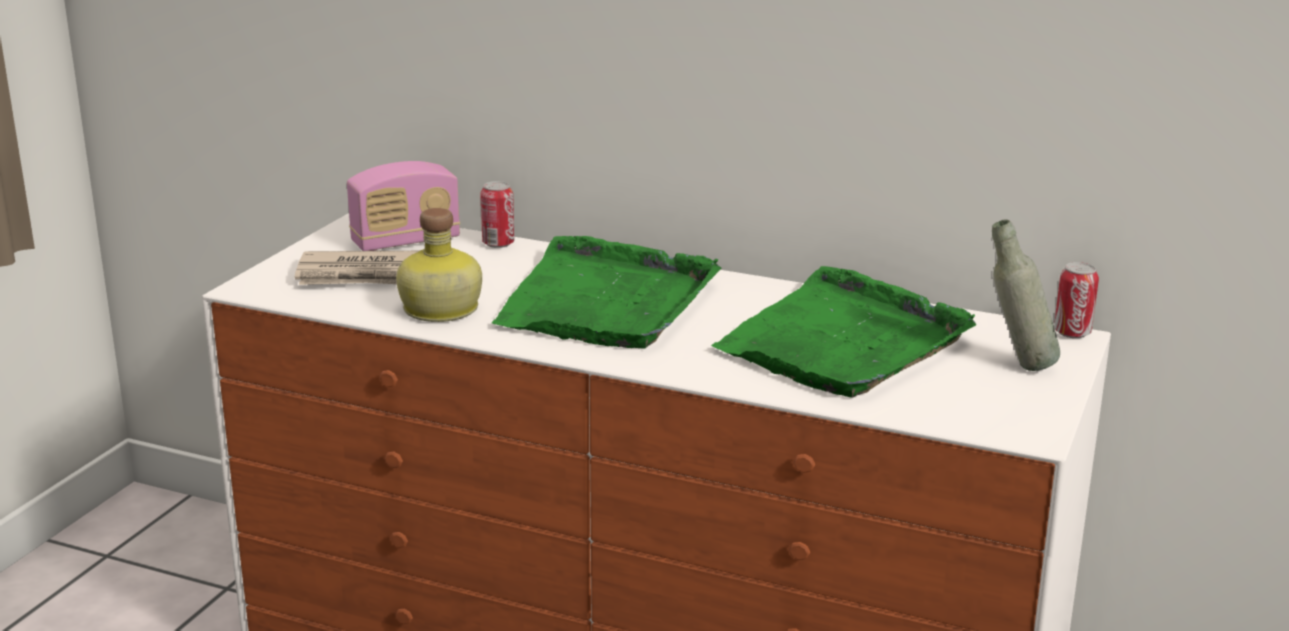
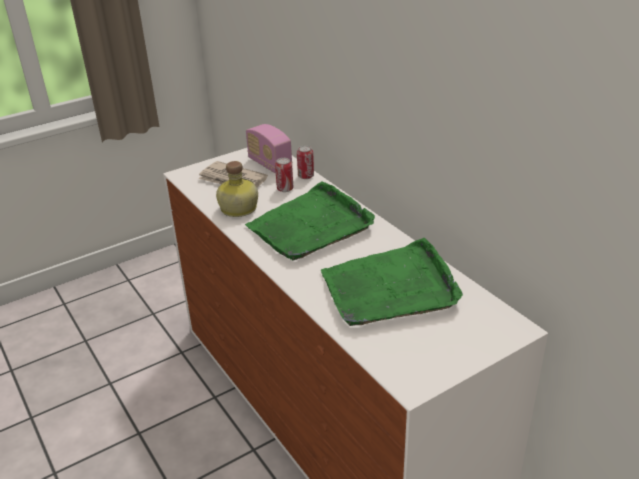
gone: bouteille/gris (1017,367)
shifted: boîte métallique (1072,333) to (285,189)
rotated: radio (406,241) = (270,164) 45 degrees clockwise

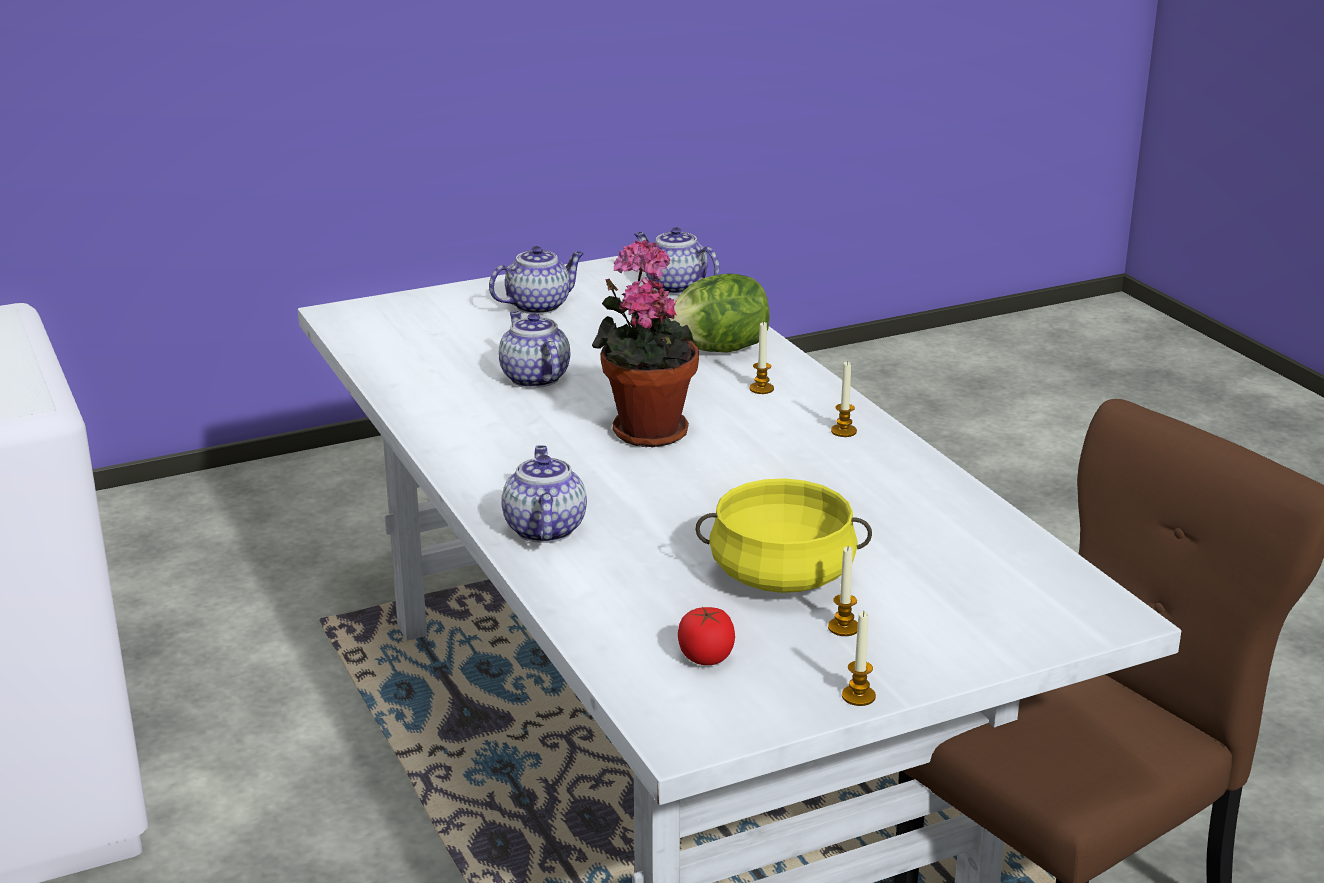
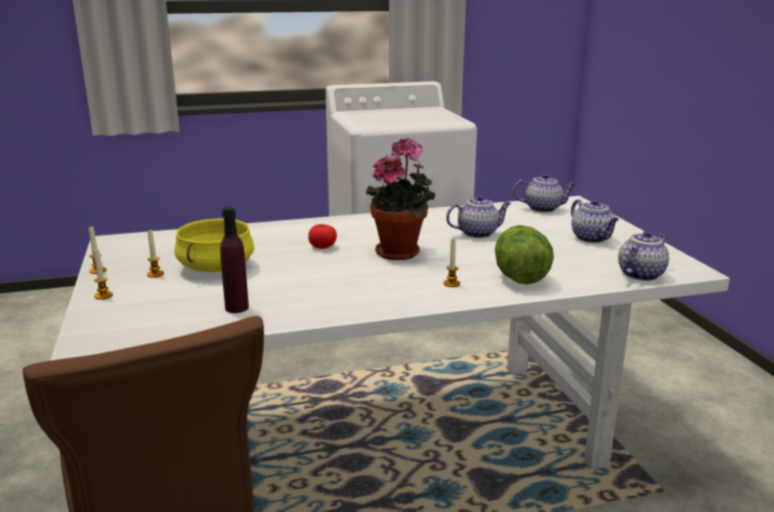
new: bouteille/violet (237,308)
shifted: théière (543,529) to (543,208); tomate (706,657) to (322,247); bougie (843,431) to (103,296)

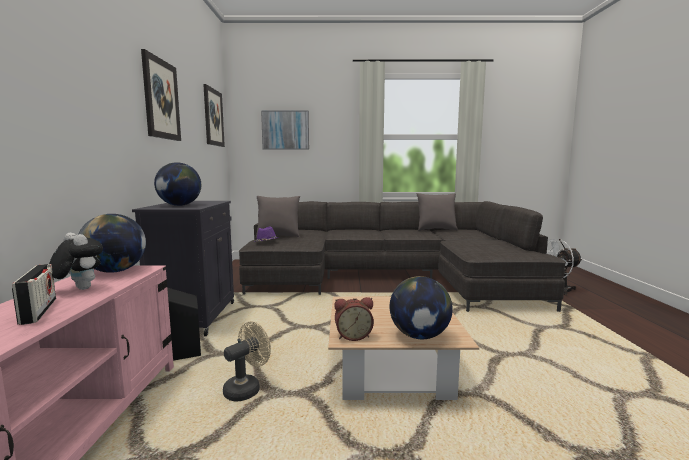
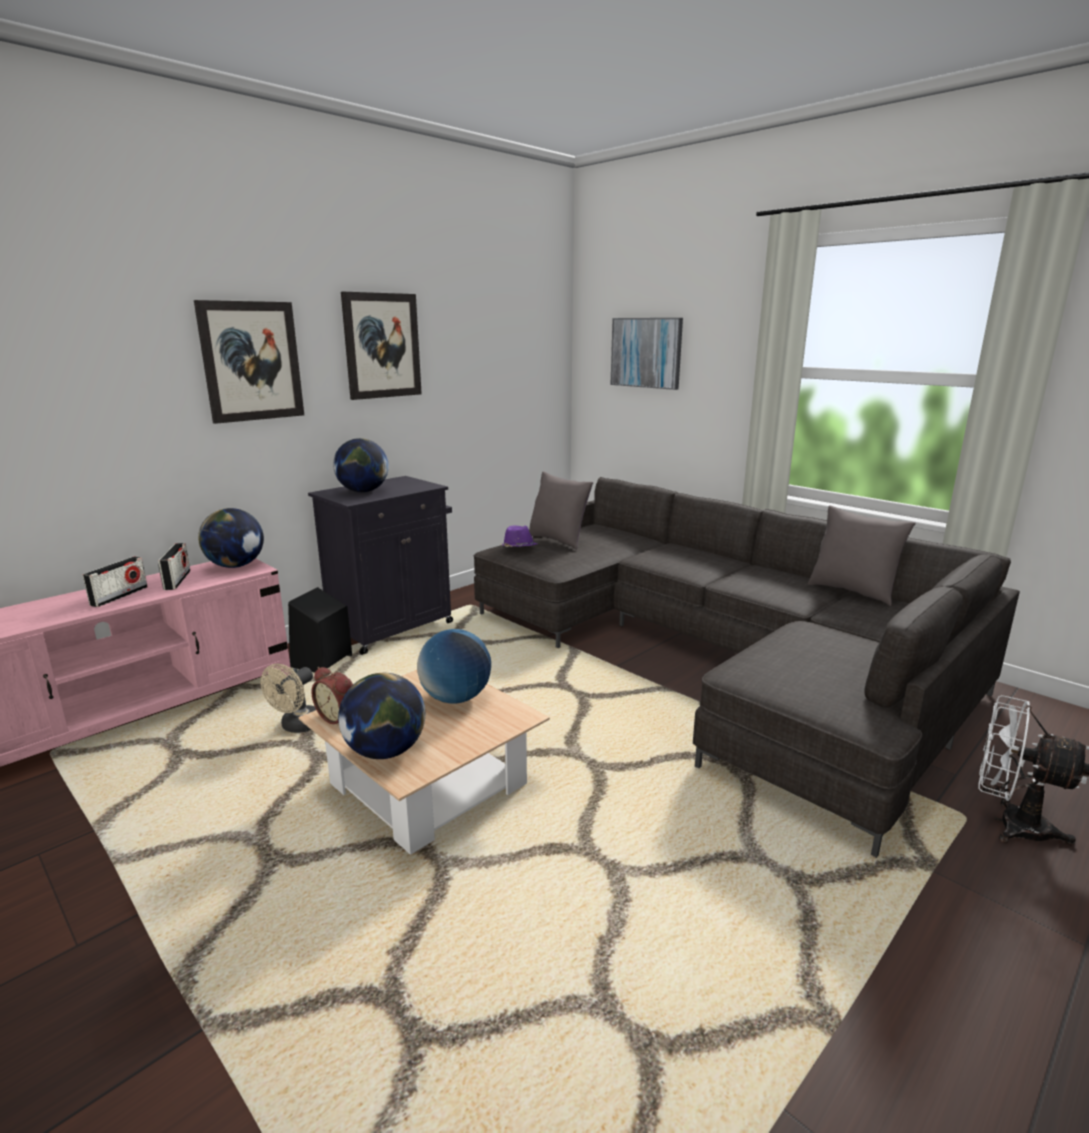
new: globe (455,698)
shifted: tableau (213,117) to (251,361)
swapped: peluche (79,289) to radio (177,580)
rotated: ventilateur/beige (247,388) = (297,727) 120 degrees clockwise

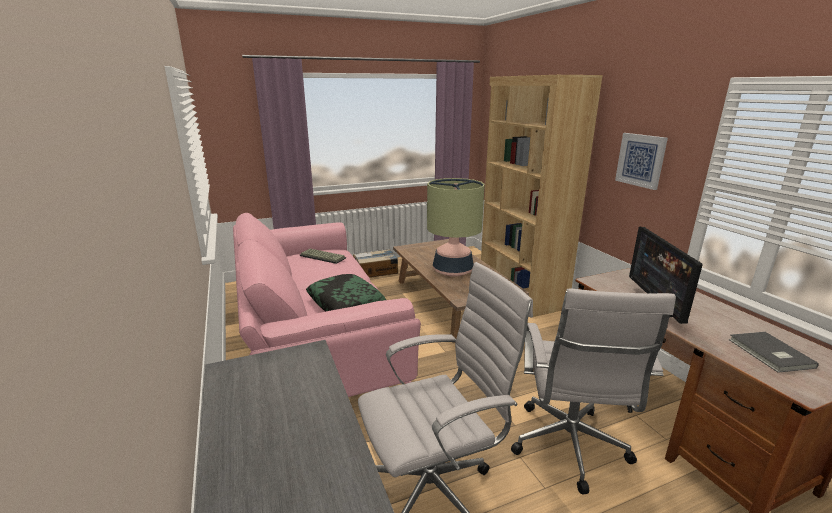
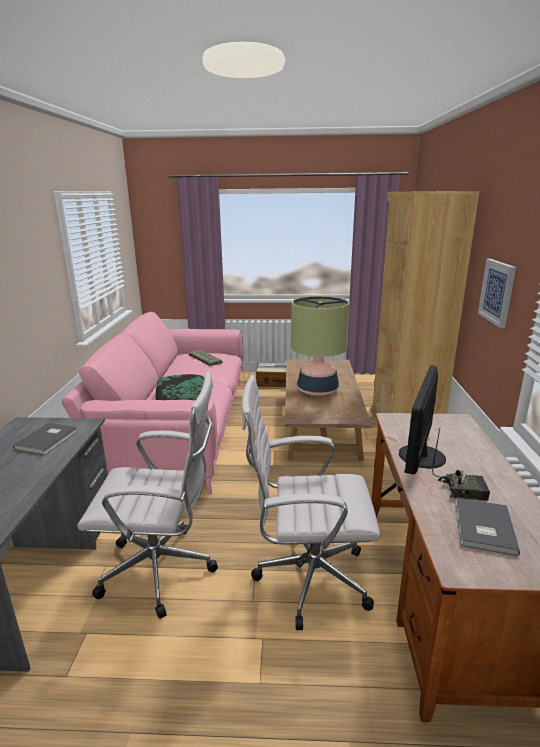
new: livre/gris (48,439); radio (463,489)
rotated: chaise de bureau/blanc (569,449) = (307,578) 60 degrees clockwise

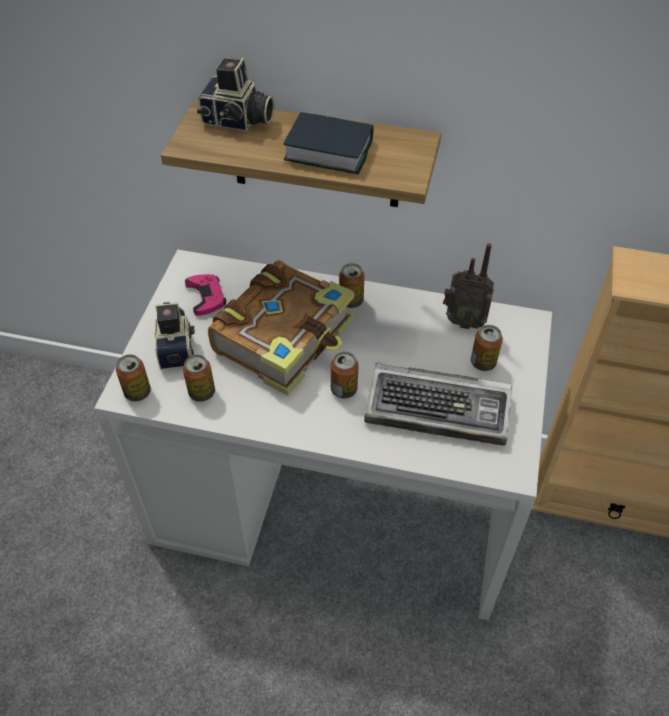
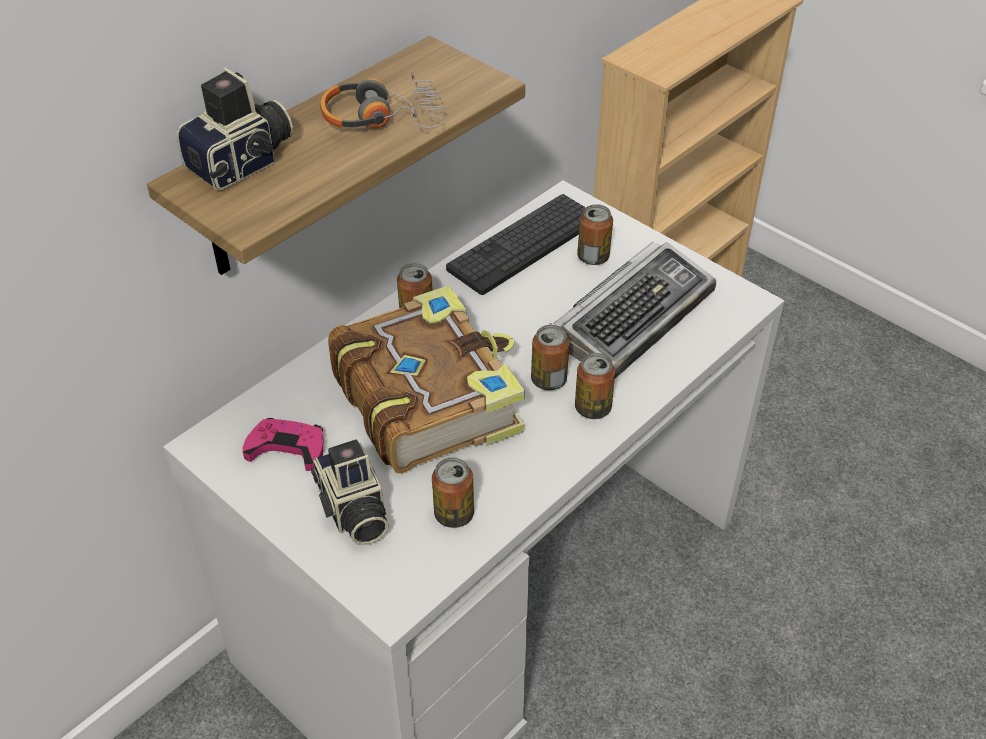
shifted: boîte métallique (137,392) to (592,408)
swapped: livre (328,150) to casque audio (382,116); radio (463,321) to clavier (524,244)
rotated: appareil photo (177,347) = (353,511) 135 degrees counterclockwise

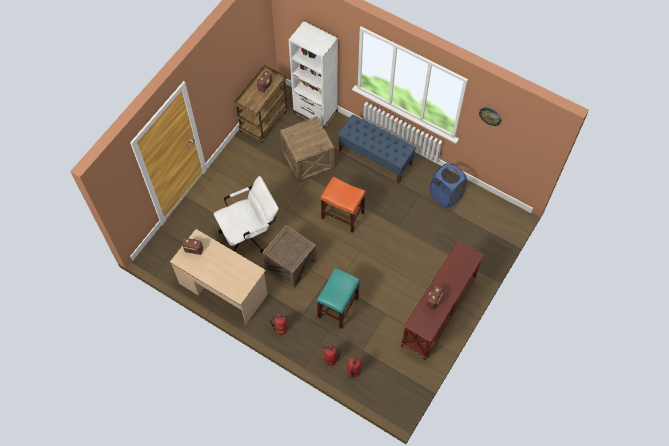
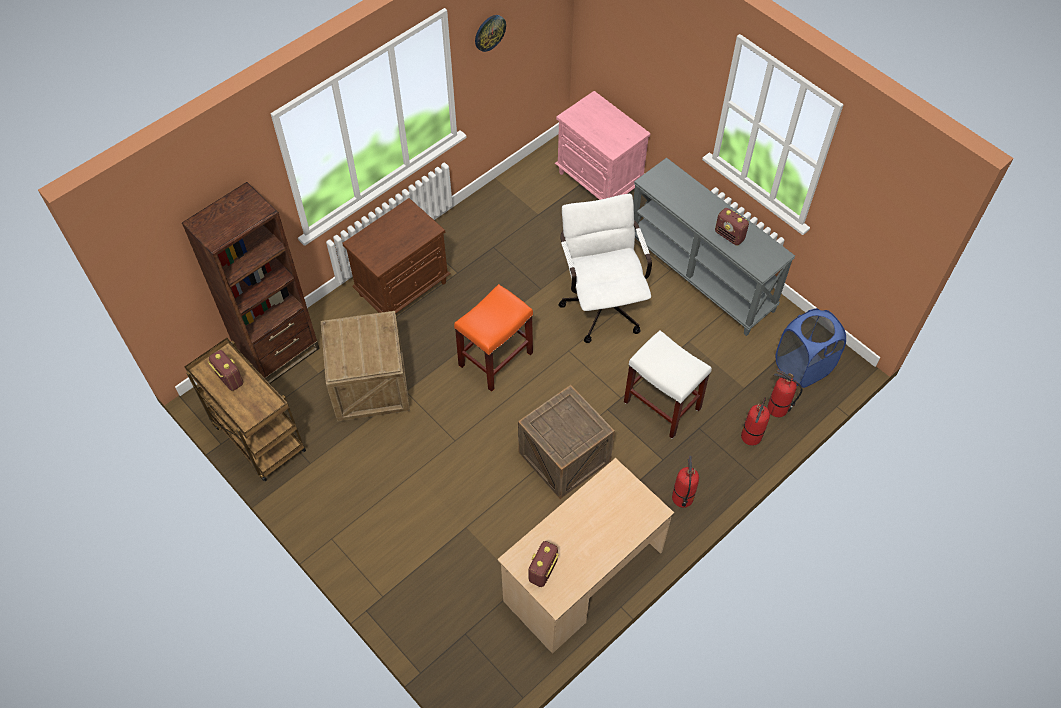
new: table de chevet/rose (599,181)
shifted: chaise de bureau/blanc (250,234) to (602,302); panier à linge/bleu (446,195) to (802,367)
swapped: banc/bleu (375,157) to table de chevet/marron (403,288)
repainted: bibliothèque/blanc (315,113) to bibliothèque/marron (279,353); tabouret/turquoise (338,308) to tabouret/blanc (663,405); table console/marron (439,312) to table console/gris (701,274)

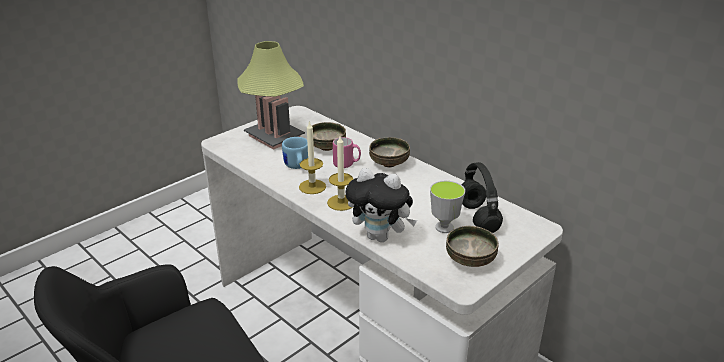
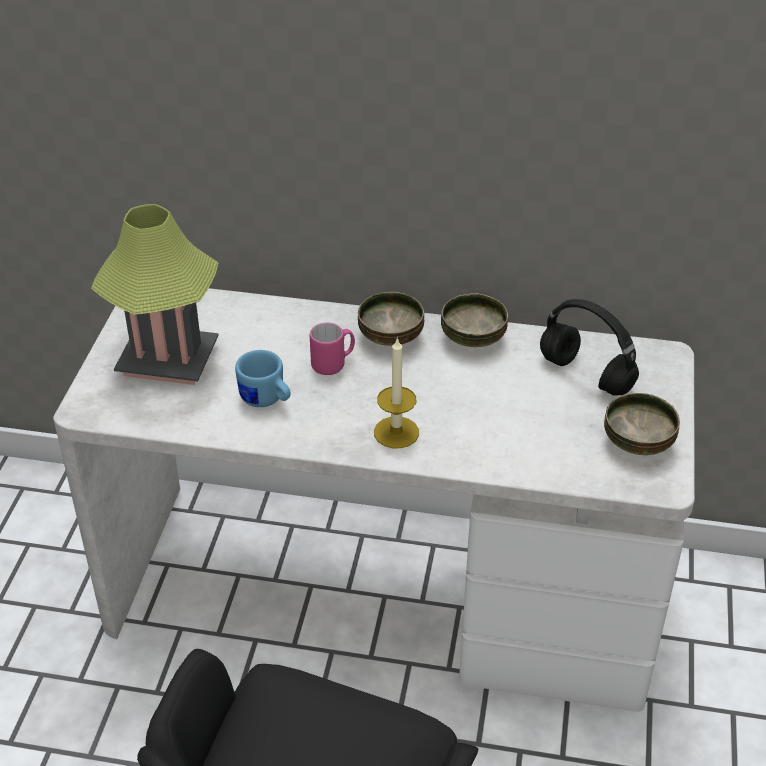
gone: bougie (312,187); peluche (381,237); tasse (444,227)
shifted: bol (327,147) to (472,338)

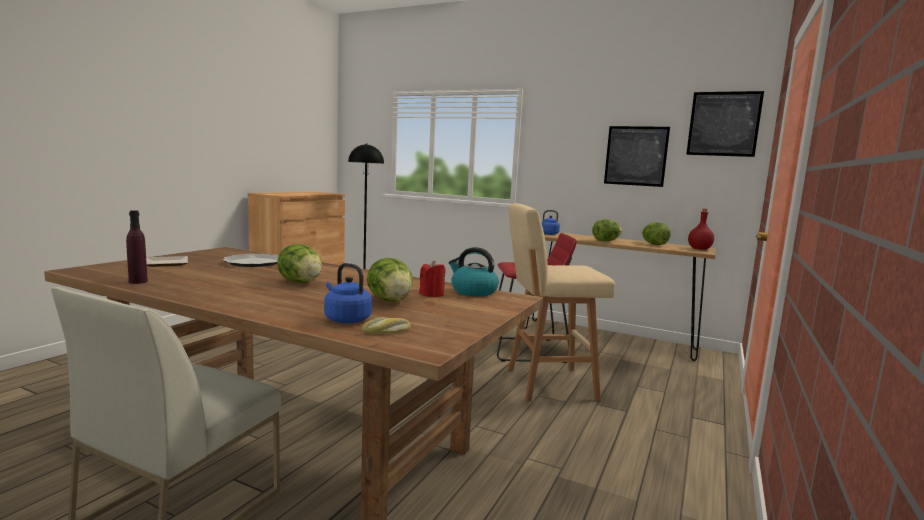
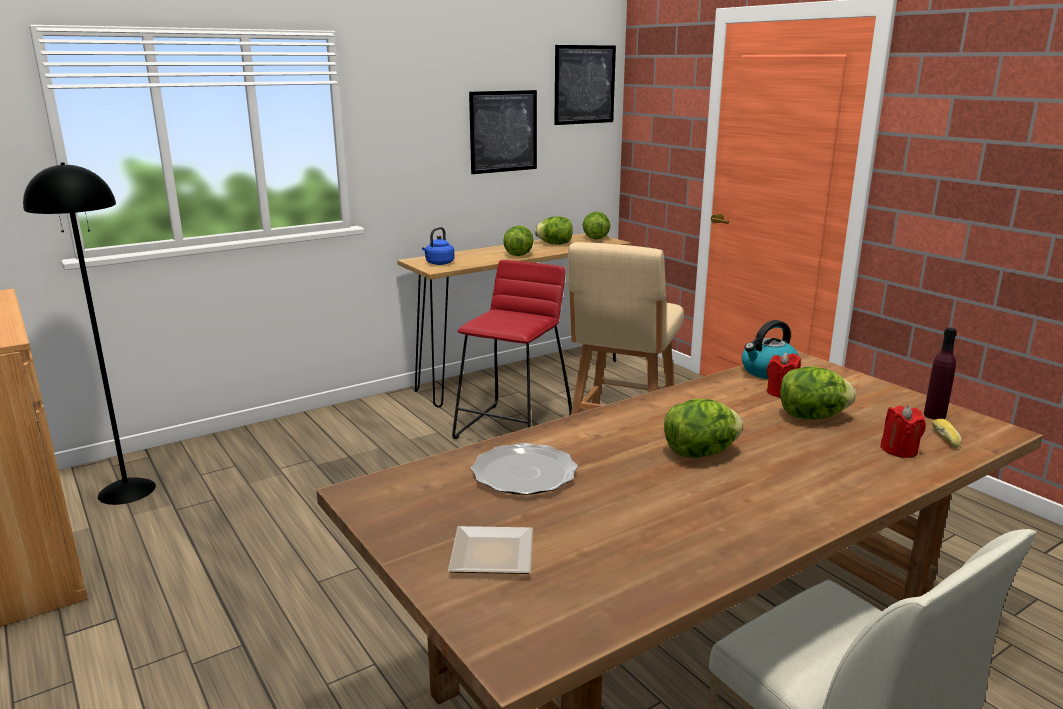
shifted: bouteille/violet (138,281) to (934,415)
swapped: bouilloire/bleu (346,319) to bougie/rouge (899,450); bouteille/rouge (699,249) to laitue (595,238)

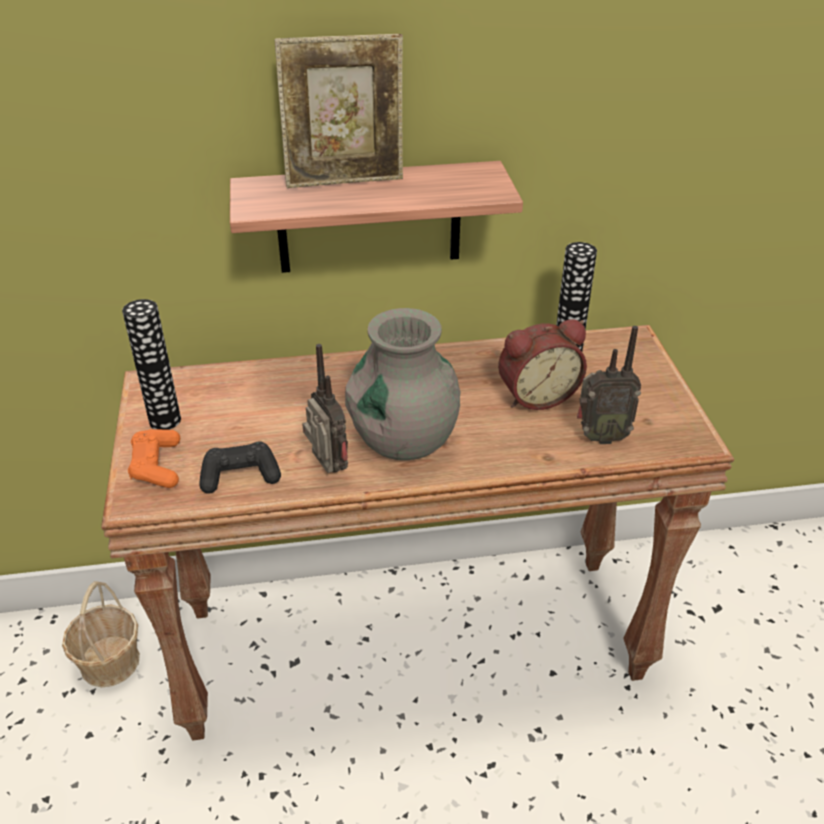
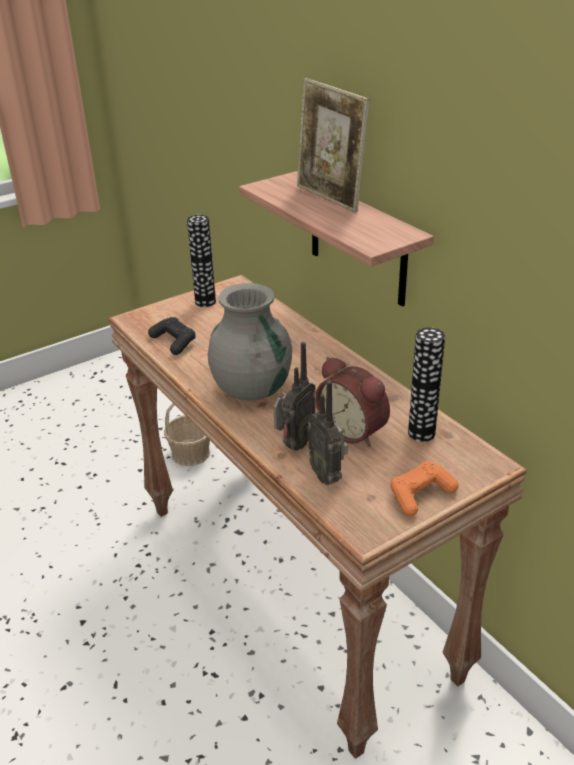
shifted: manette/orange (157,466) to (420,495); radio (327,469) to (294,445)

